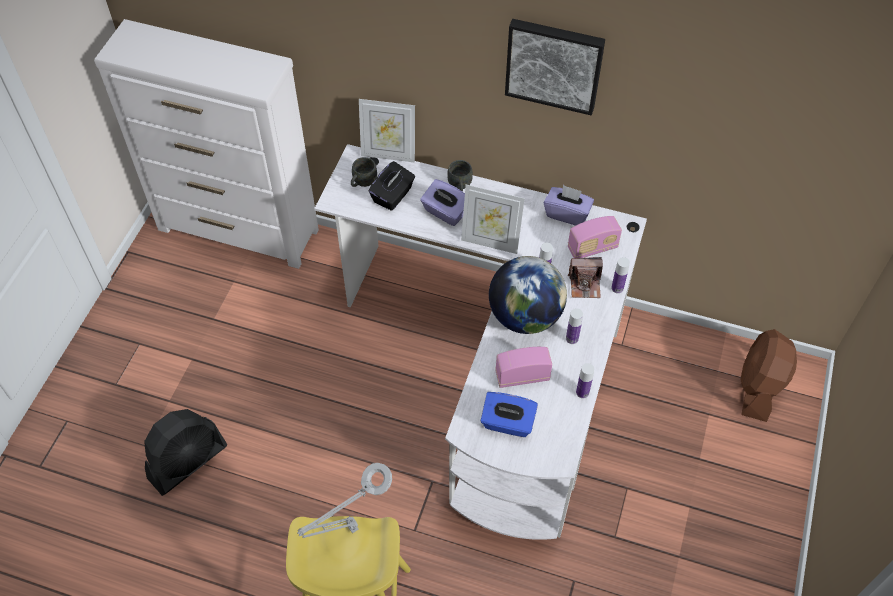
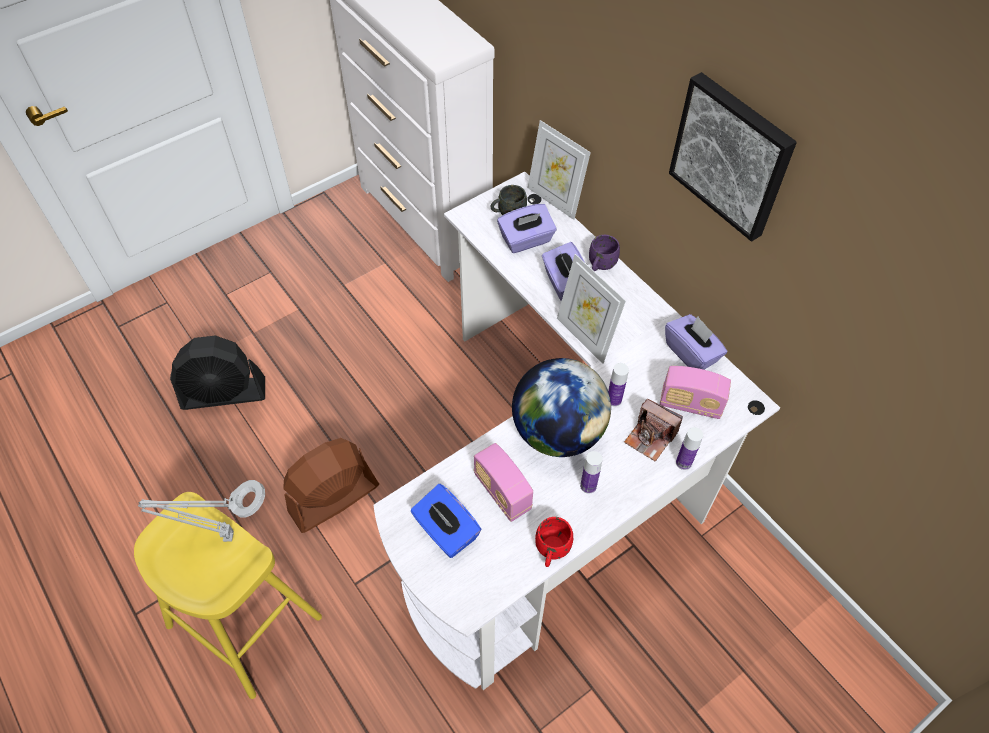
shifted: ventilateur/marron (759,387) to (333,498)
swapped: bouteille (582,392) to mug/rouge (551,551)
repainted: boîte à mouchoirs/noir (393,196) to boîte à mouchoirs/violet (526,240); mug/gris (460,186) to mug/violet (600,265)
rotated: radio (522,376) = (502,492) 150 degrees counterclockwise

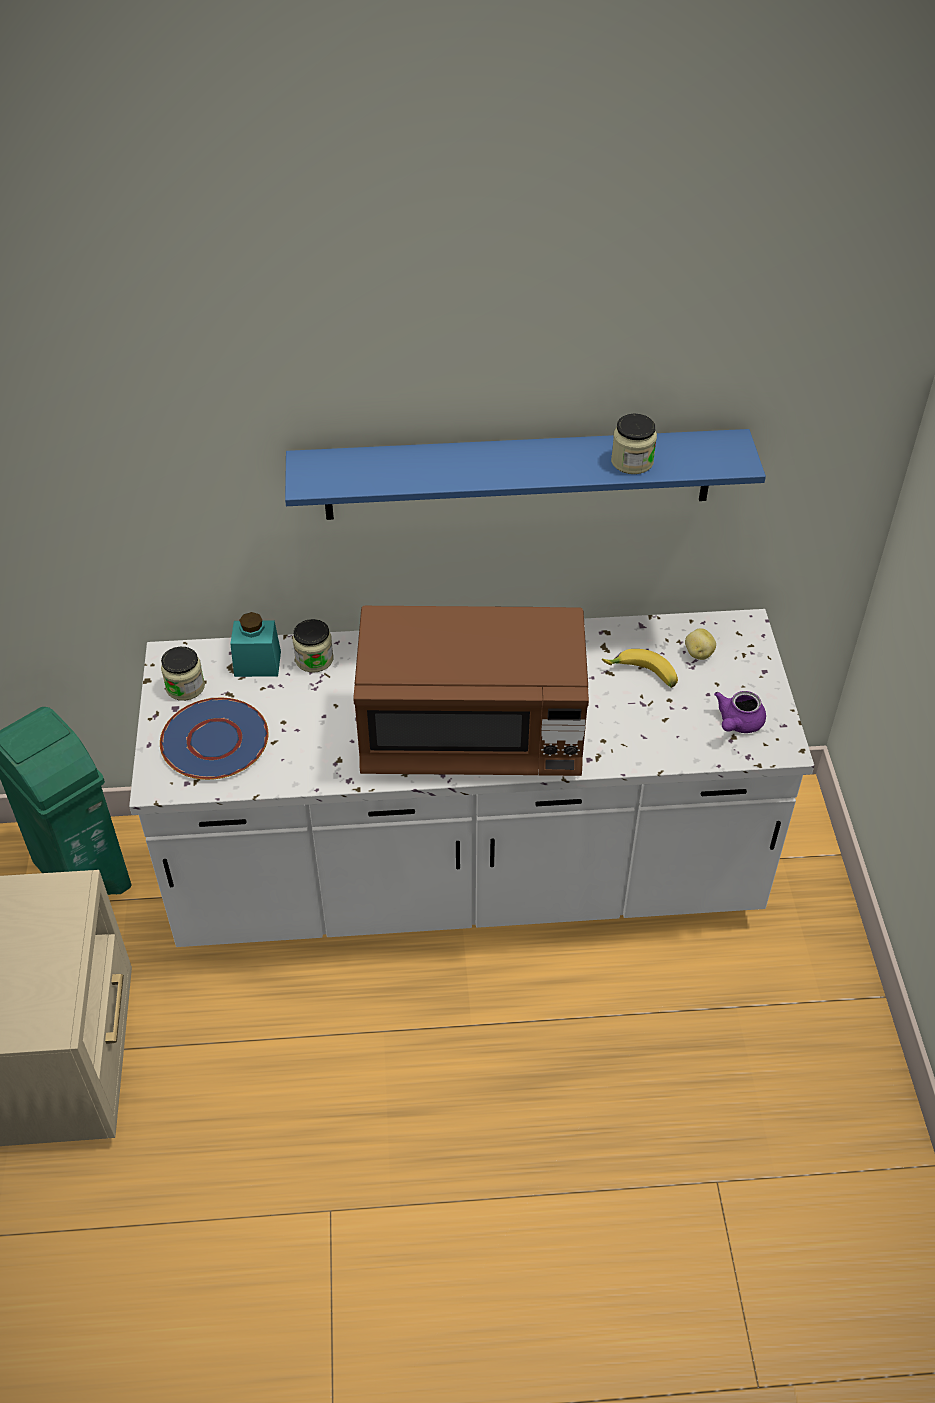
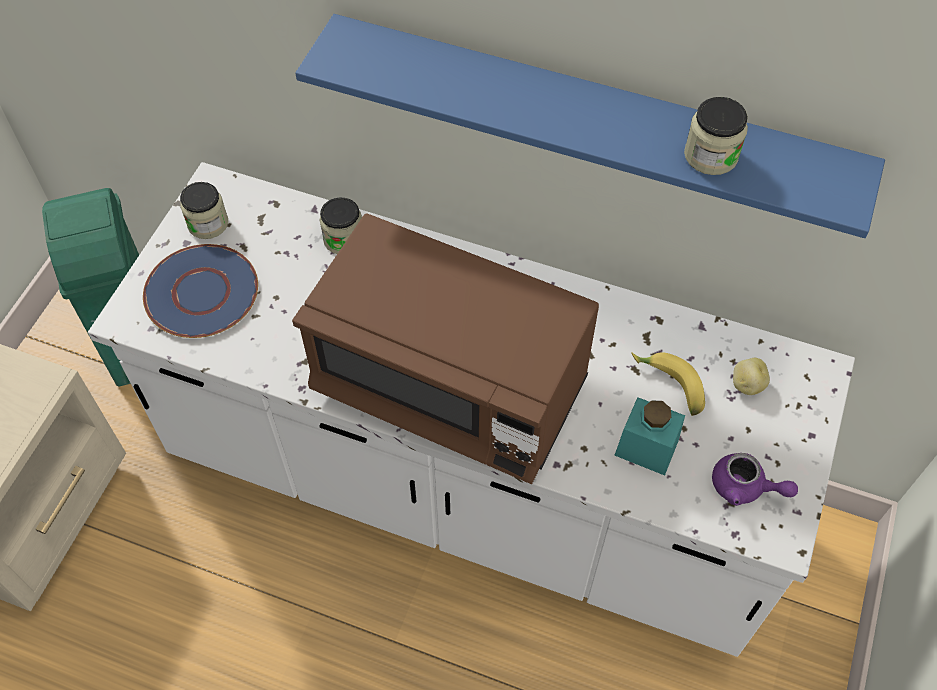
shifted: bocal/turquoise (257,664) to (646,448)
rotated: théière/violet (737,723) = (745,488) 120 degrees counterclockwise

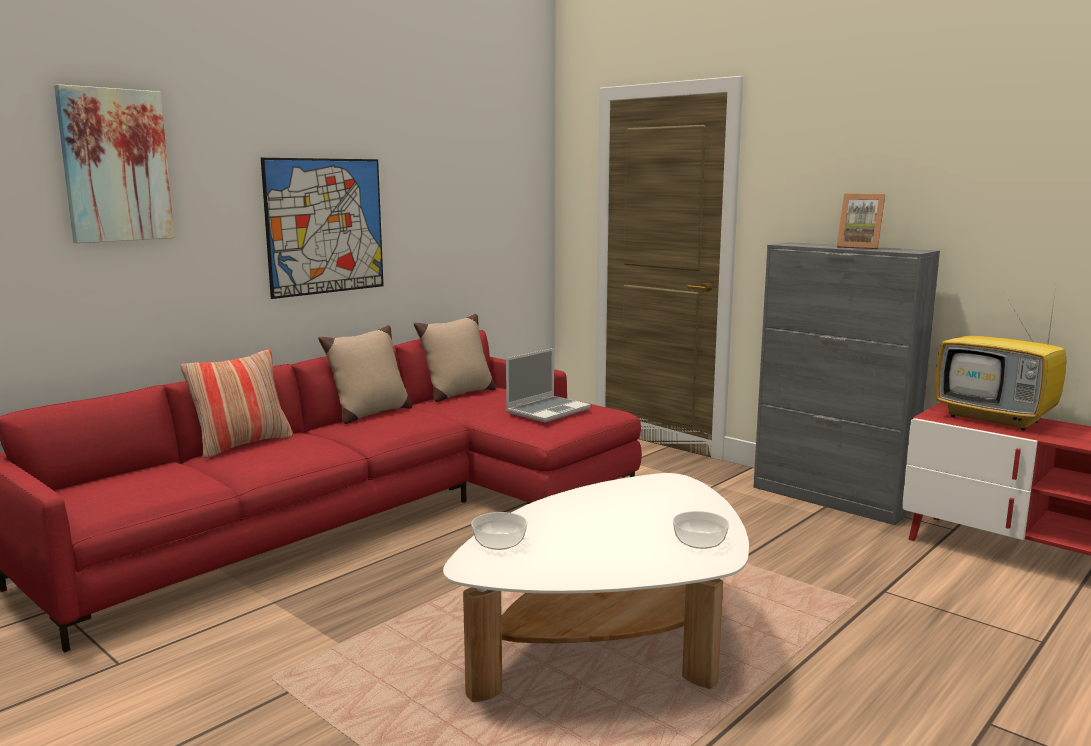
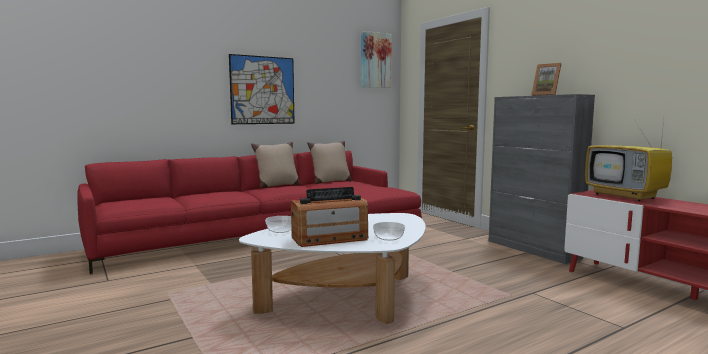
gone: coussin (243,444); ordinateur portable (548,410)
new: radio (329,239)
shifted: tableau (115,165) to (375,60)

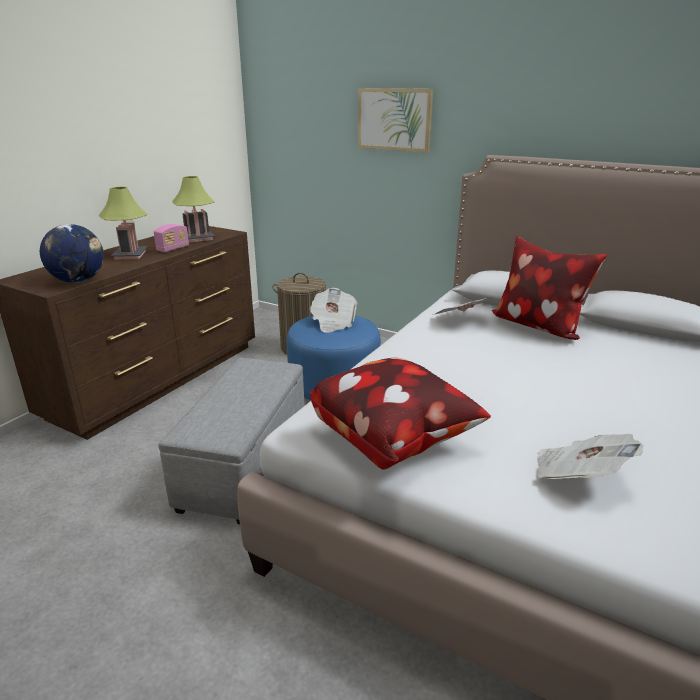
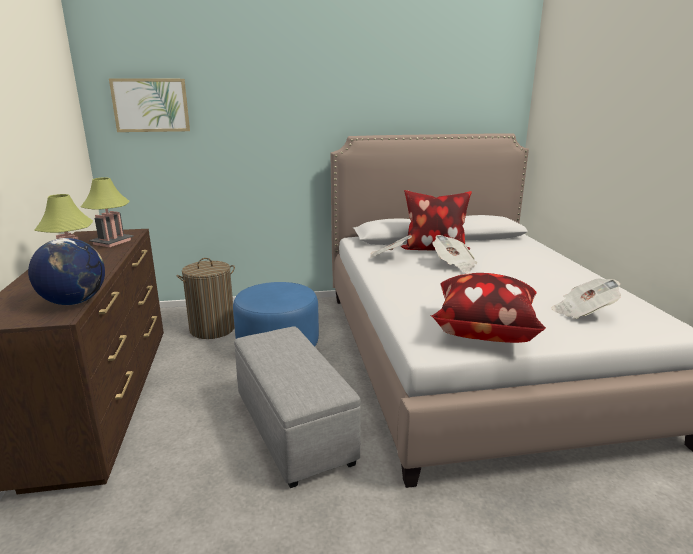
gone: radio (173,249)
shifted: journal (333,323) to (454,265); tableau (394,119) to (151,105)

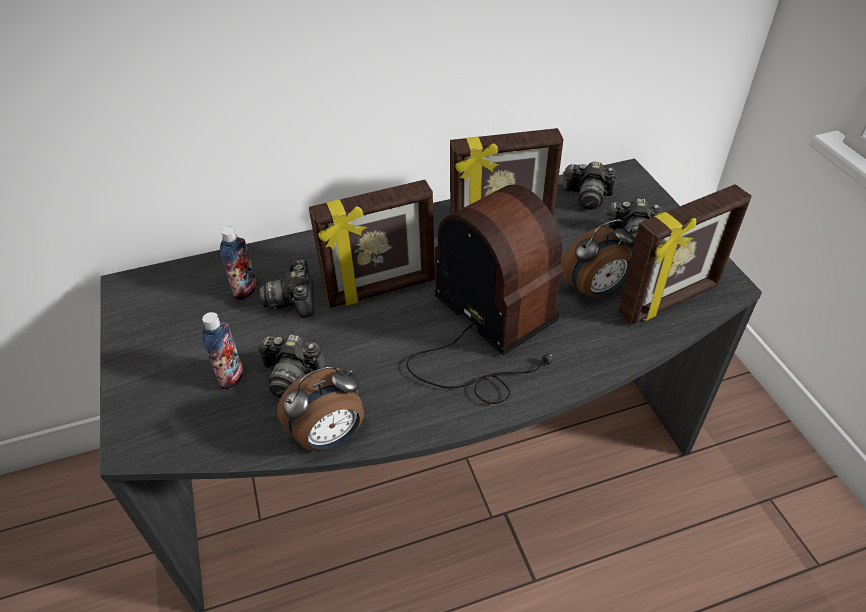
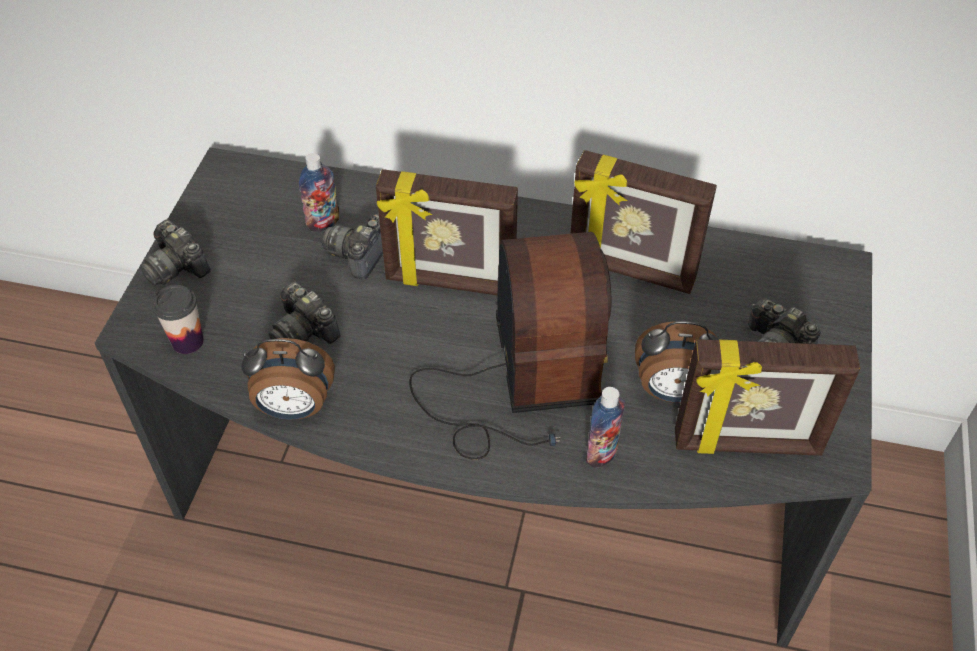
new: tasse (187,341)
shifted: bouteille (231,377) to (601,454); appareil photo (587,196) to (177,266)

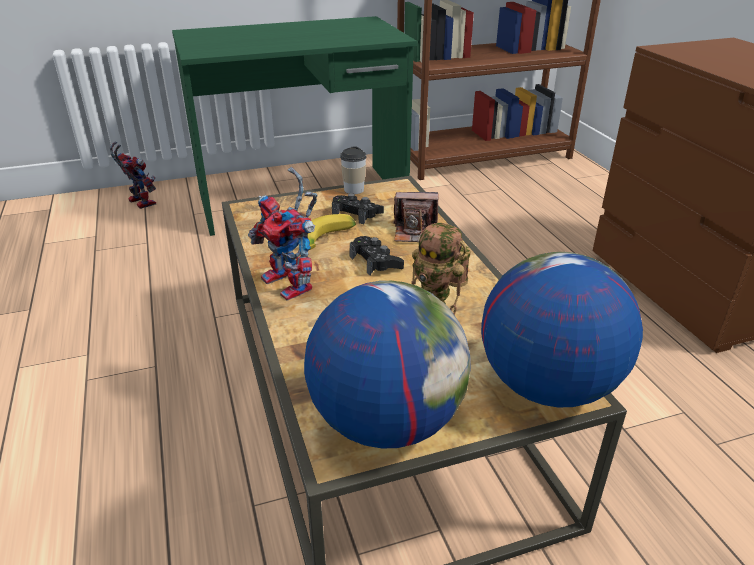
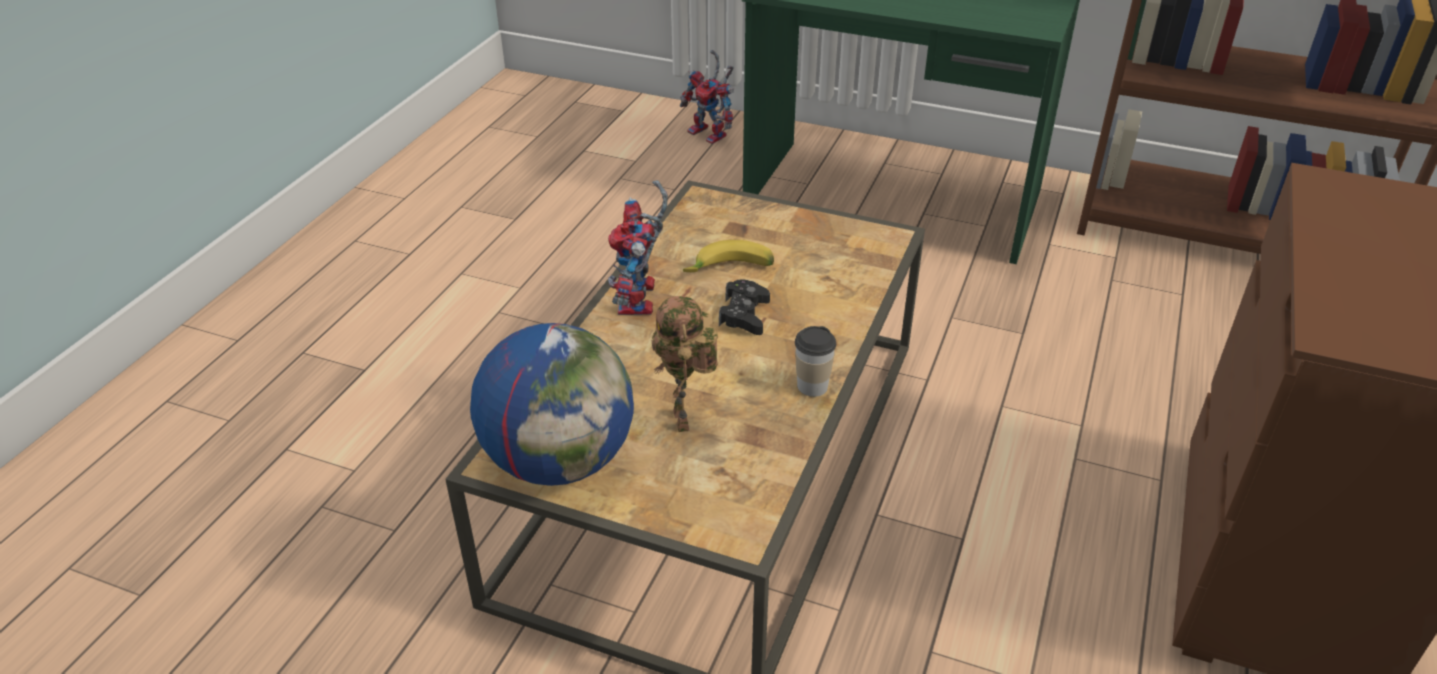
gone: manette/noir (356,214); appareil photo (415,232); globe (547,386)
shifted: tasse (354,190) to (812,386)
rotated: robot jouet (138,202) = (712,134) 135 degrees clockwise

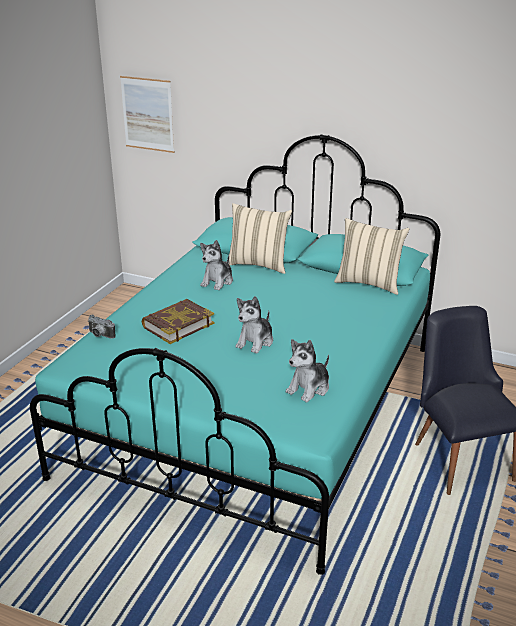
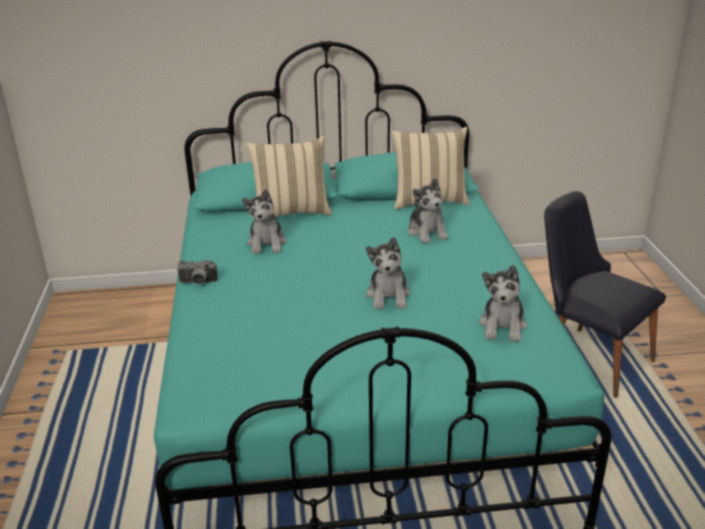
gone: tableau (147,114); livre (178,325)
new: peluche (427,232)
shifted: appareil photo (100,335) to (198,283)

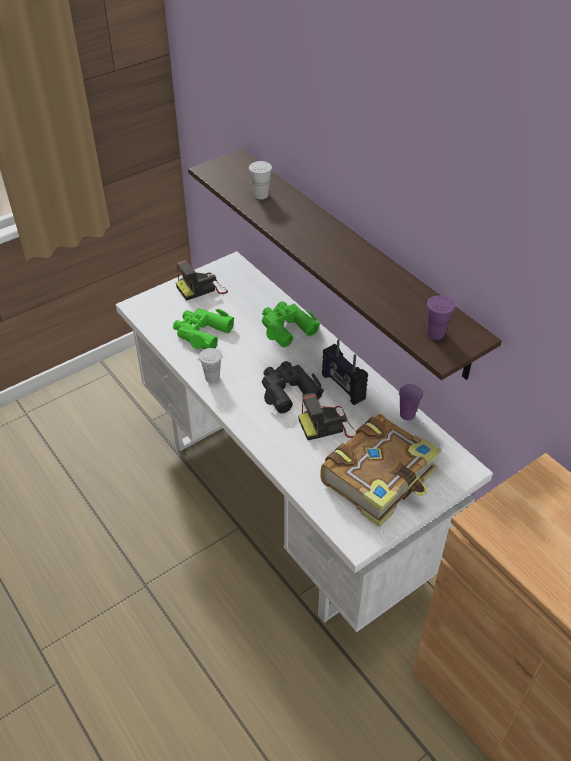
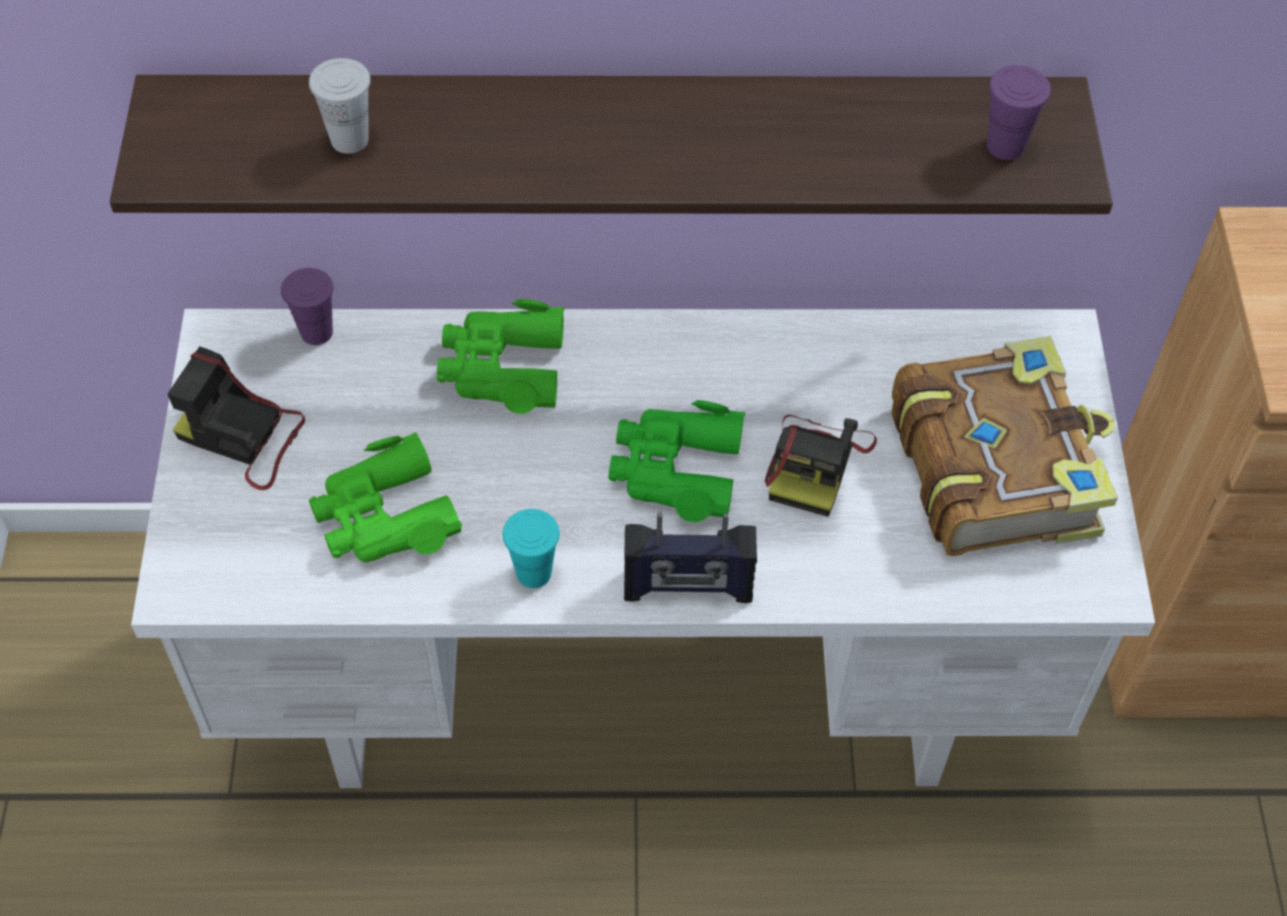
shifted: radio (342,387) to (687,588); tasse/violet (407,414) to (316,332)
repainted: tasse/blanc (212,378) to tasse/turquoise (533,573); jumelles/noir (288,390) to jumelles/vert (676,469)
rotated: appareil photo (202,288) = (243,437) 105 degrees clockwise

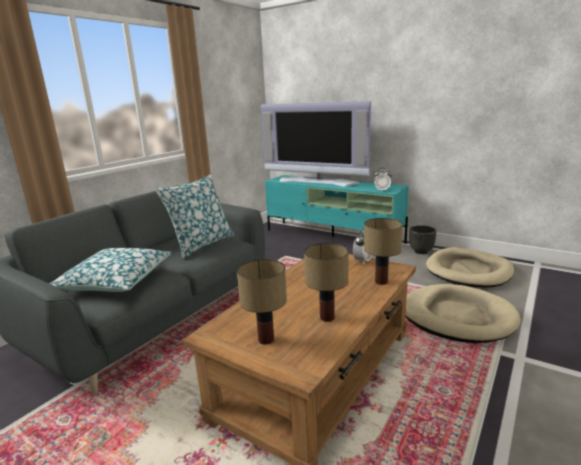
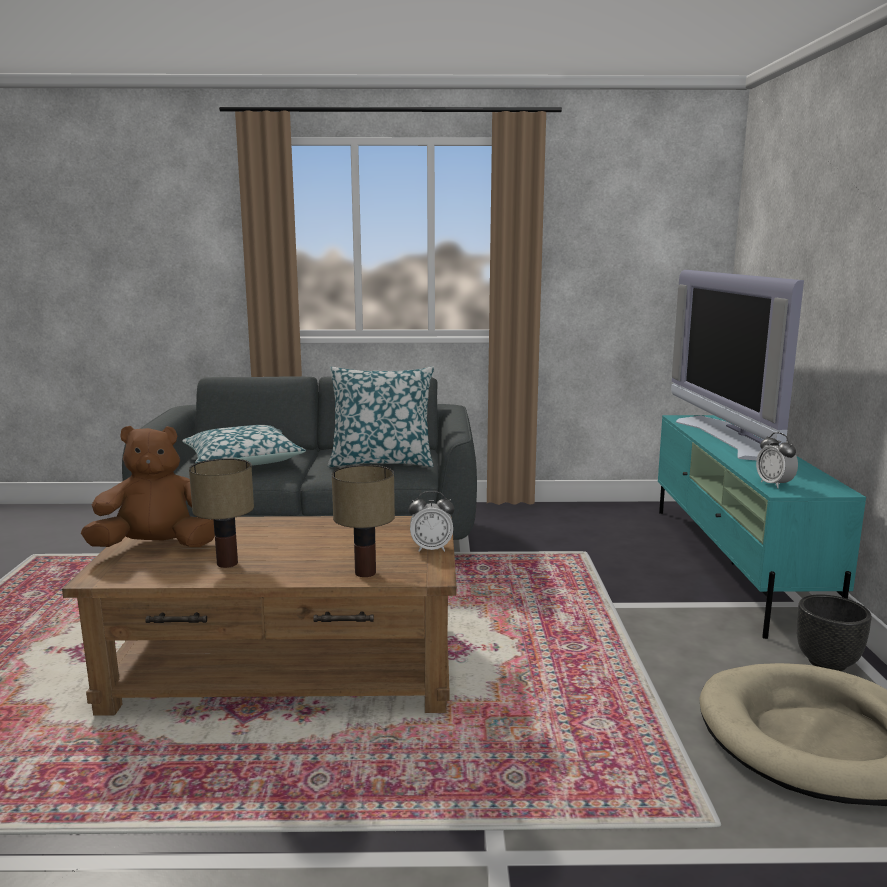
gone: panier pour chien/beige (456,317)
swapped: lampe de table (265,339) to peluche/marron (157,547)

